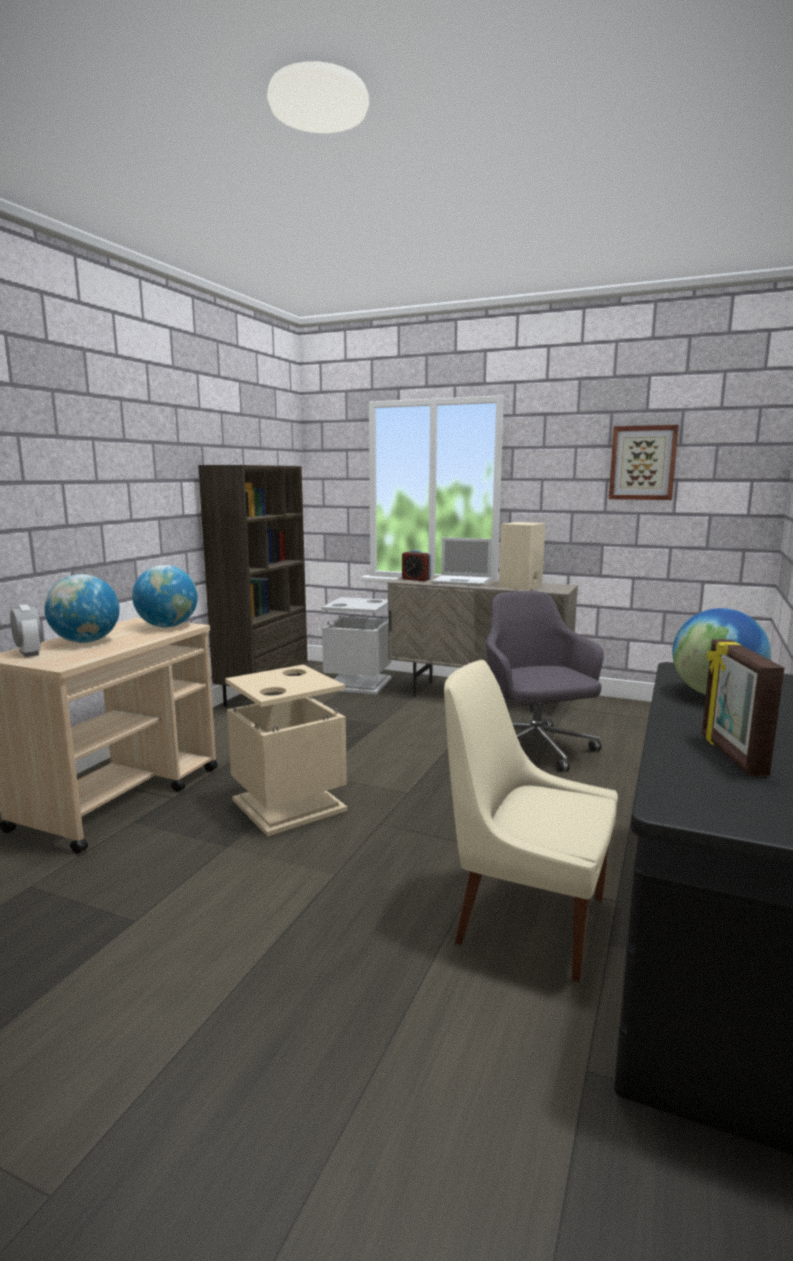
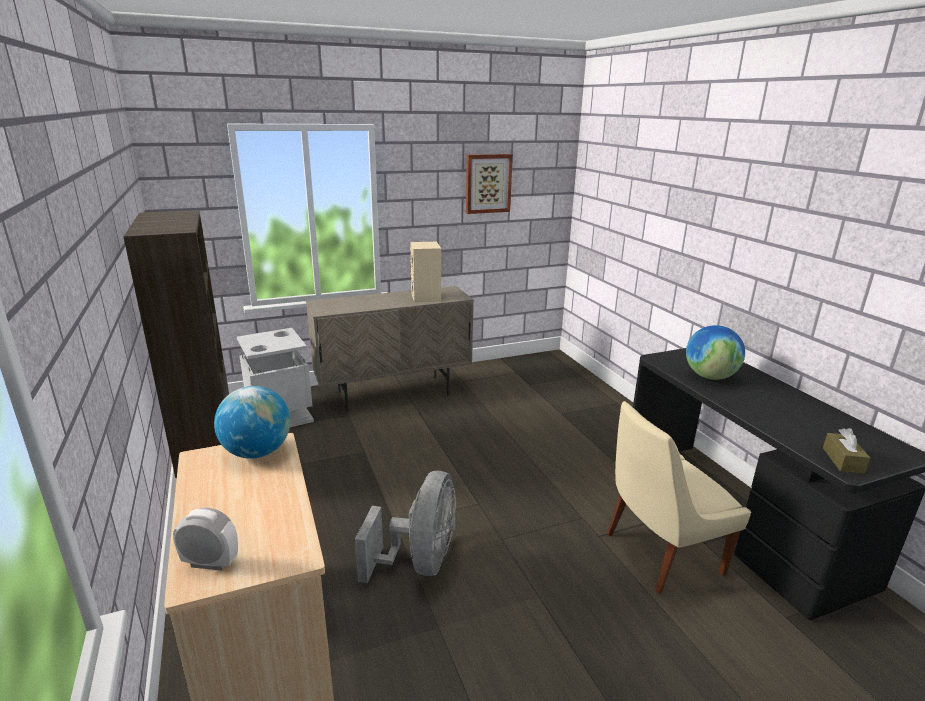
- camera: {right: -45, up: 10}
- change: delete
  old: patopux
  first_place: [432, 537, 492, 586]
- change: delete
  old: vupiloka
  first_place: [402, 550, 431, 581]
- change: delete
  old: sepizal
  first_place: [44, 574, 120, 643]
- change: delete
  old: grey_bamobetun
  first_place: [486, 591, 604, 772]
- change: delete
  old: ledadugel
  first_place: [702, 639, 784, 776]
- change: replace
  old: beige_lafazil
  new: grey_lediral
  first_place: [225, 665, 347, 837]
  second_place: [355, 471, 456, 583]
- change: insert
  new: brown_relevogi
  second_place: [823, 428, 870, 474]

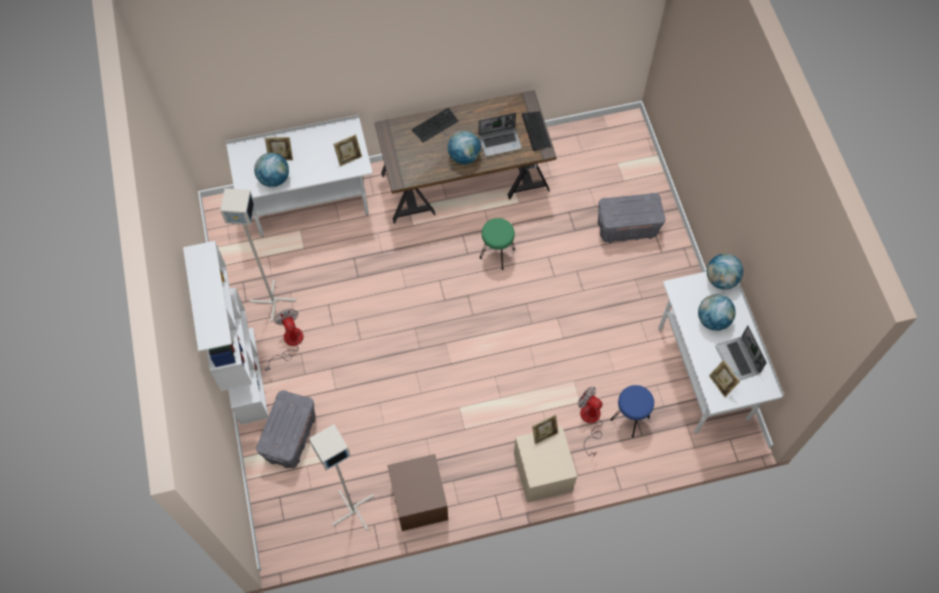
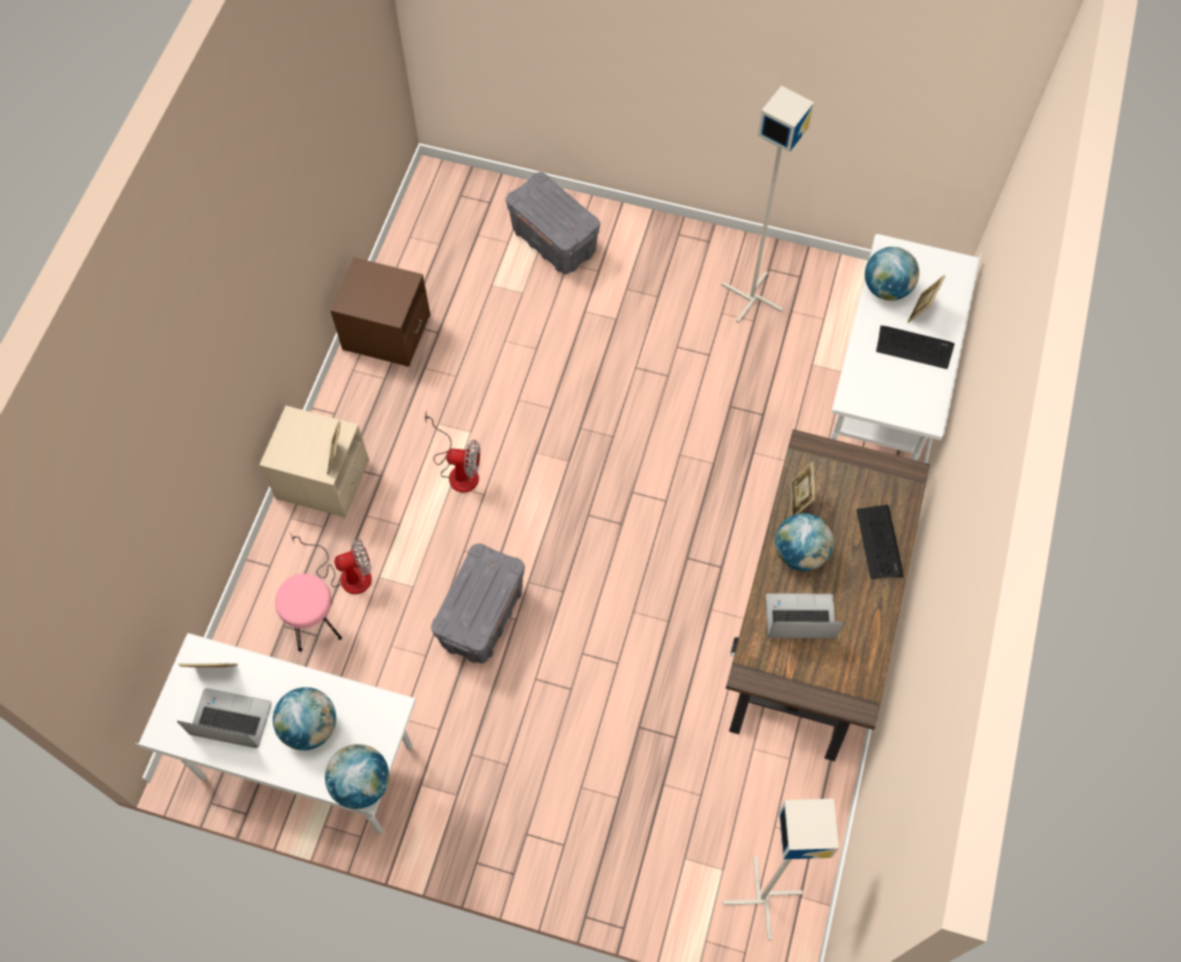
- camera: {right: 120, up: 0}
- change: move
  old: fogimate
  first_place: [522, 111, 551, 151]
  second_place: [876, 326, 955, 369]
- change: rotate
  old: patopux
  first_place: [478, 113, 522, 157]
  second_place: [766, 593, 843, 638]
  degrees: 75
- change: move
  old: ledadugel
  first_place: [333, 134, 362, 167]
  second_place: [790, 462, 815, 515]
- change: move
  old: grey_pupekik
  first_place: [598, 193, 665, 243]
  second_place: [431, 543, 525, 663]
- change: delete
  old: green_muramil
  first_place: [479, 218, 515, 270]
- change: delete
  old: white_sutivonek
  first_place: [183, 241, 268, 425]
- change: move
  old: lediral
  first_place: [264, 309, 303, 371]
  second_place: [425, 412, 480, 493]
- change: recolor
  old: blue_muramil
  new: pink_muramil
  first_place: [610, 385, 654, 437]
  second_place: [275, 574, 342, 652]
- change: move
  old: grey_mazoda
  first_place: [309, 424, 374, 530]
  second_place: [722, 799, 839, 940]

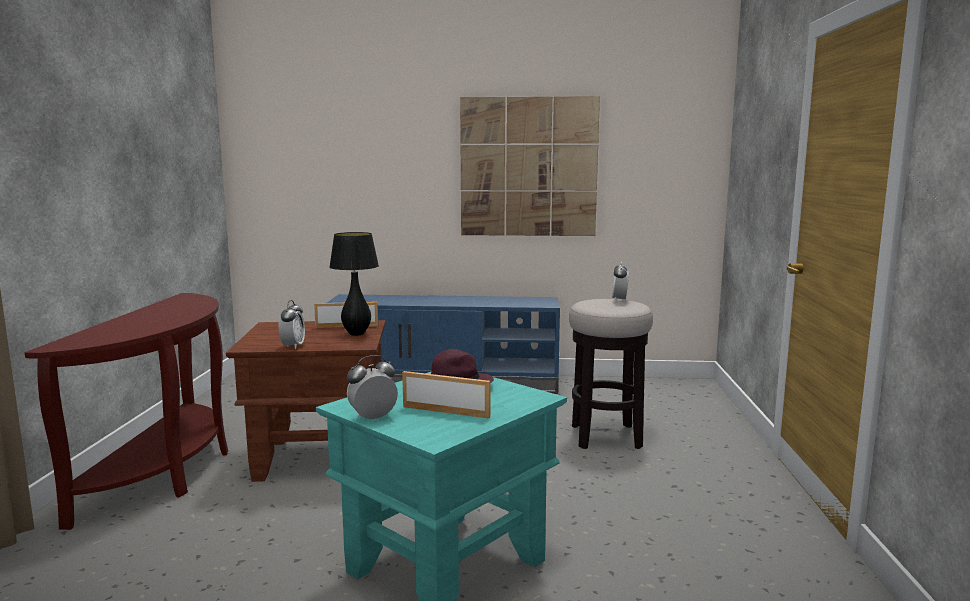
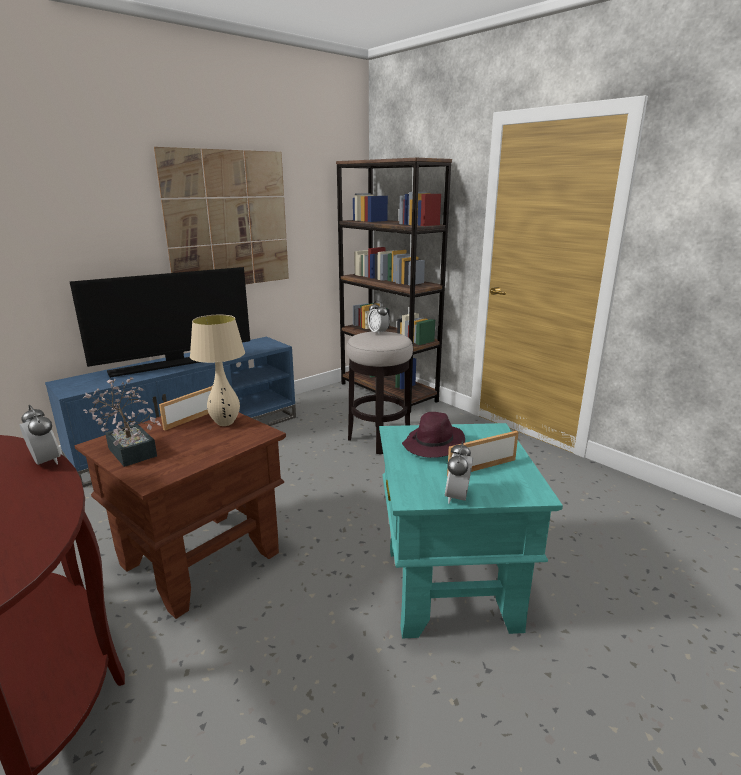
- camera: {right: -45, up: 10}
- change: recolor
  old: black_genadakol
  new: beige_genadakol
  first_place: [329, 232, 379, 336]
  second_place: [190, 315, 245, 426]
- change: move
  old: vupiloka
  first_place: [278, 300, 305, 349]
  second_place: [20, 405, 61, 465]
- change: insert
  new: brown_sutivonek
  second_place: [336, 158, 452, 413]
- change: insert
  new: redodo
  second_place: [70, 267, 250, 378]
- change: insert
  new: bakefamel
  second_place: [82, 377, 161, 467]

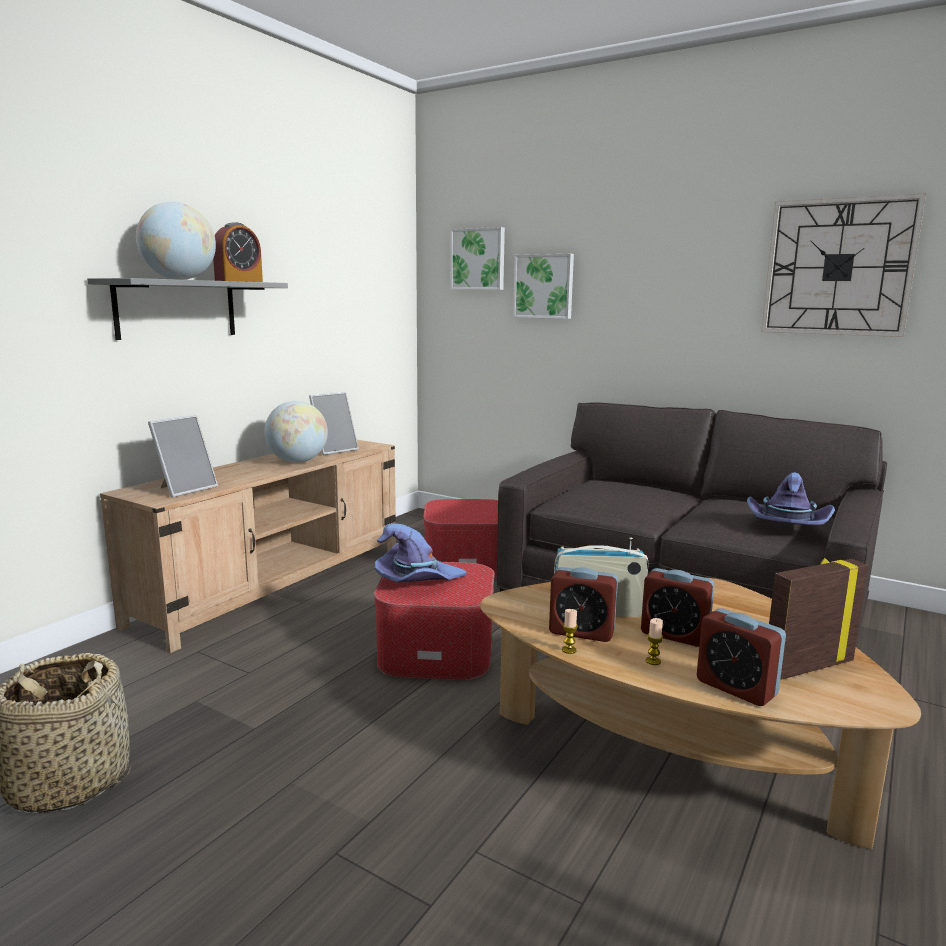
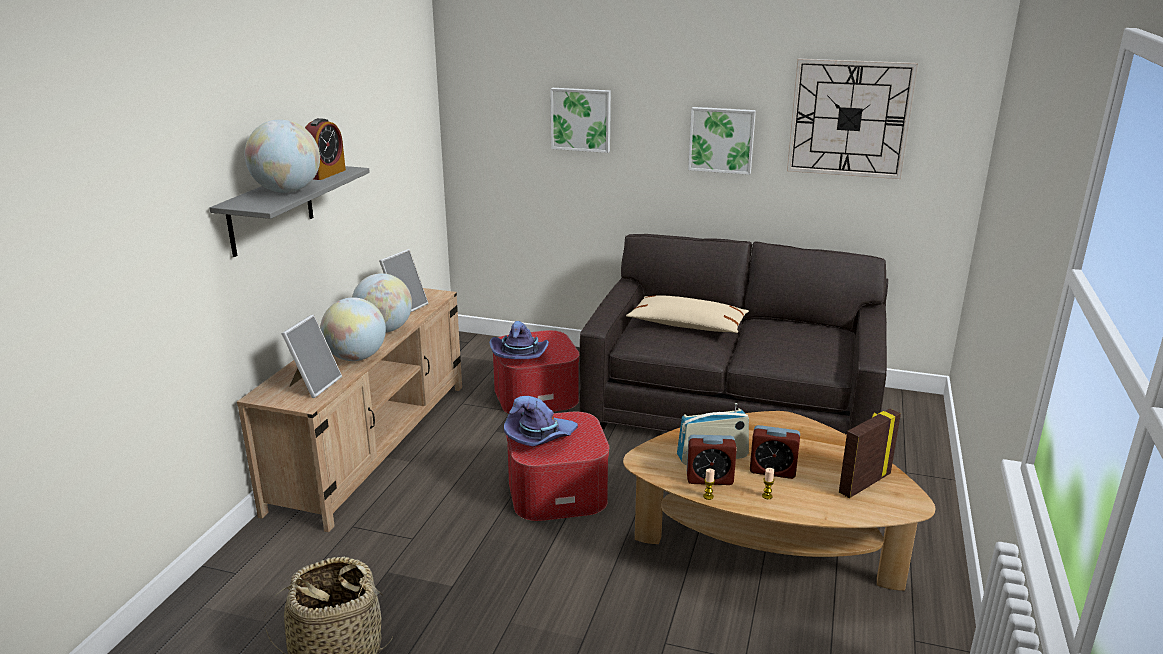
- camera: {right: -15, up: 10}
- change: move
  old: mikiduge
  first_place: [450, 227, 505, 290]
  second_place: [688, 107, 756, 175]
- change: move
  old: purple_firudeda
  first_place: [747, 472, 835, 525]
  second_place: [489, 321, 549, 359]
- change: delete
  old: vupiloka
  first_place: [697, 608, 786, 706]
- change: insert
  new: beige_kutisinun
  second_place: [626, 295, 749, 333]
- change: insert
  new: sepizal
  second_place: [320, 297, 386, 361]

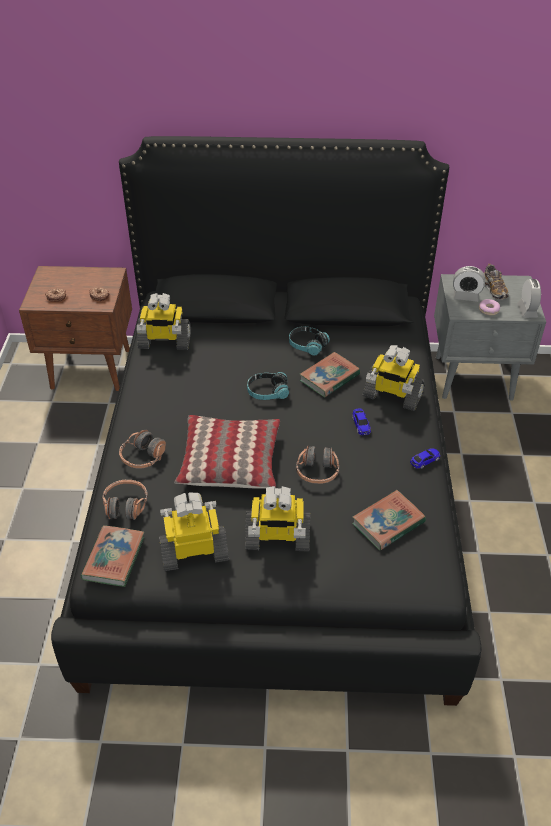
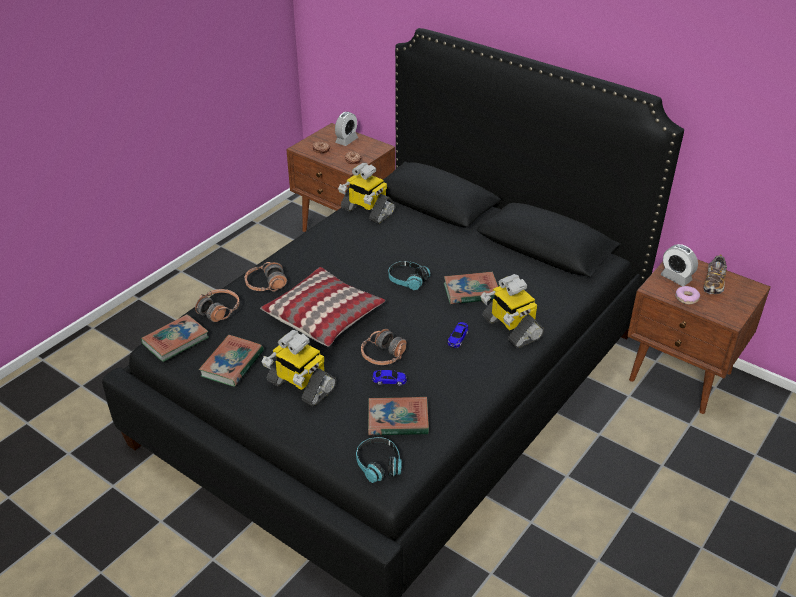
- camera: {right: 35, up: -5}
- change: recolor
  old: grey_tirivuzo
  new: brown_tirivuzo
  first_place: [434, 274, 546, 401]
  second_place: [627, 260, 771, 414]
- change: move
  old: vupiloka
  first_place: [517, 279, 541, 318]
  second_place: [335, 112, 358, 146]
- change: move
  old: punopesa
  first_place: [289, 326, 330, 355]
  second_place: [356, 437, 402, 483]
- change: move
  old: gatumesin
  first_place: [410, 448, 440, 469]
  second_place: [372, 370, 407, 386]
- change: replace
  old: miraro
  new: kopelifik
  first_place: [159, 493, 229, 571]
  second_place: [199, 335, 264, 387]

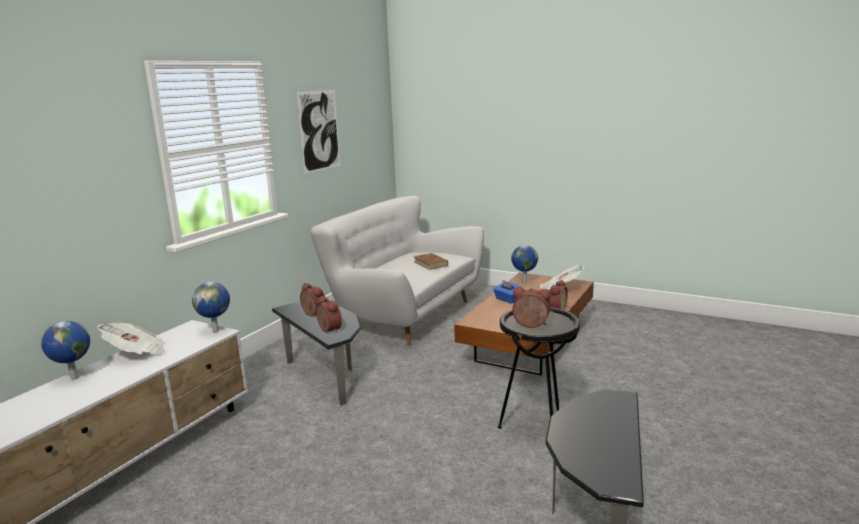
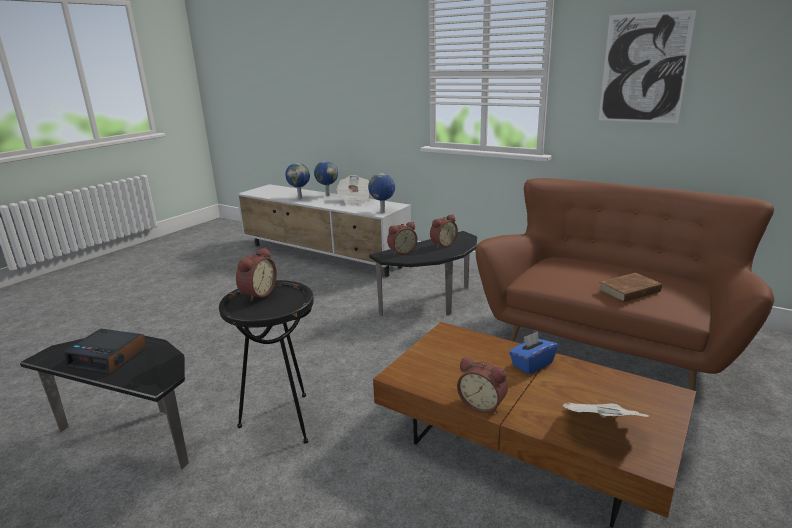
- camera: {right: 95, up: 5}
- change: recolor
  old: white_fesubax
  new: brown_fesubax
  first_place: [311, 196, 484, 346]
  second_place: [475, 178, 774, 391]
- change: move
  old: sepizal
  first_place: [511, 245, 538, 283]
  second_place: [285, 163, 310, 199]
- change: insert
  new: vupiloka
  second_place: [64, 329, 147, 375]

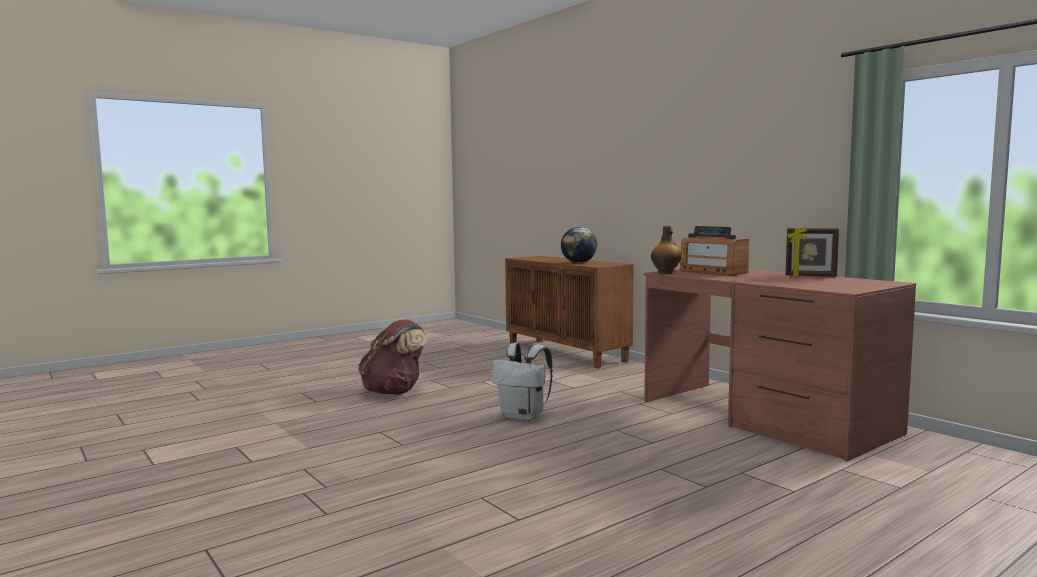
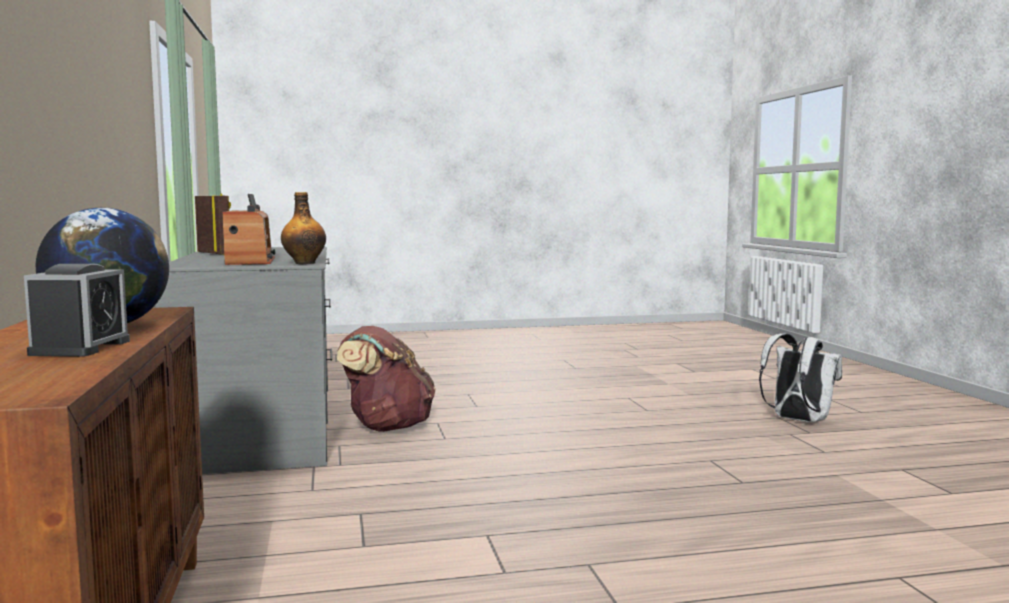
- camera: {right: -155, up: 0}
- change: recolor
  old: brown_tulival
  new: grey_tulival
  first_place: [643, 269, 916, 462]
  second_place: [155, 247, 332, 474]
- change: move
  old: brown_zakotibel
  first_place: [358, 320, 427, 395]
  second_place: [337, 326, 436, 432]
- change: move
  old: white_zakotibel
  first_place: [491, 343, 553, 421]
  second_place: [759, 333, 842, 422]
- change: insert
  new: vupiloka
  second_place: [24, 264, 130, 356]

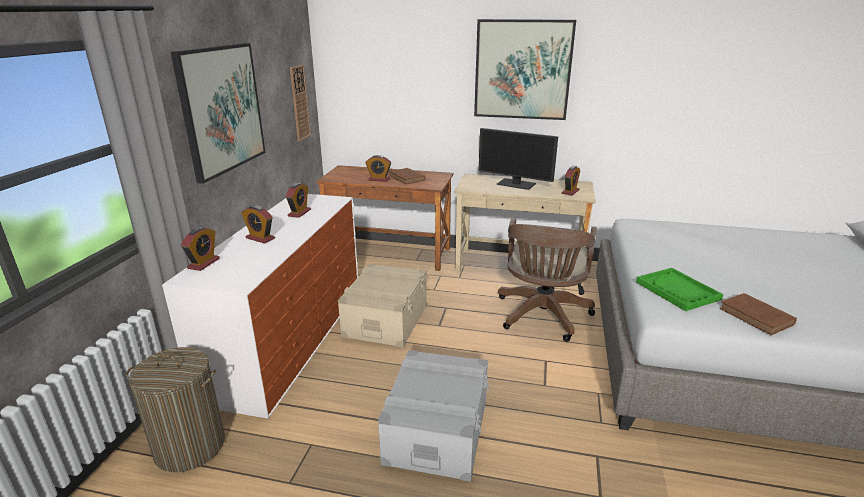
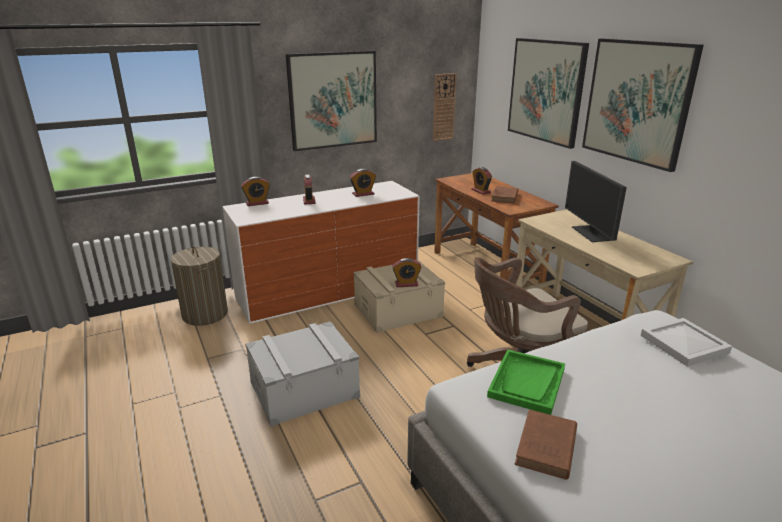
- camera: {right: 50, up: 0}
- change: move
  old: vupiloka
  first_place: [562, 166, 580, 196]
  second_place: [392, 258, 422, 287]
- change: insert
  new: mikiduge
  second_place: [508, 38, 589, 149]
- change: insert
  new: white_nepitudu
  second_place: [641, 318, 732, 366]

